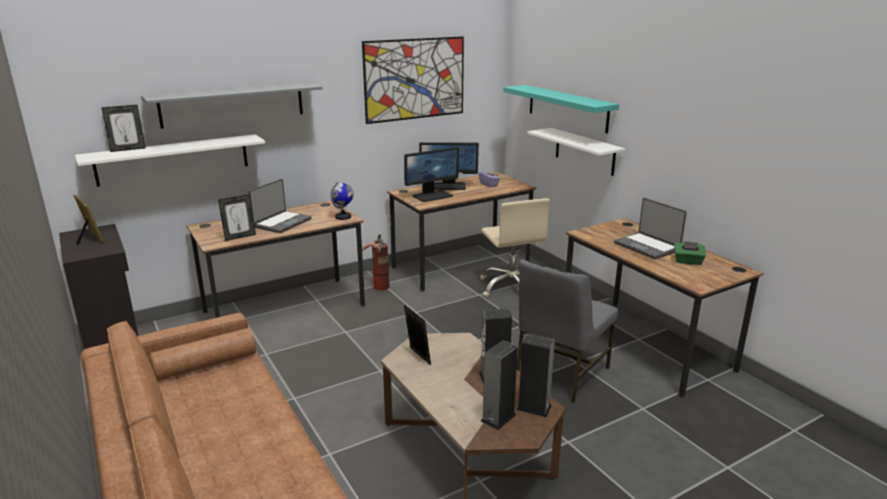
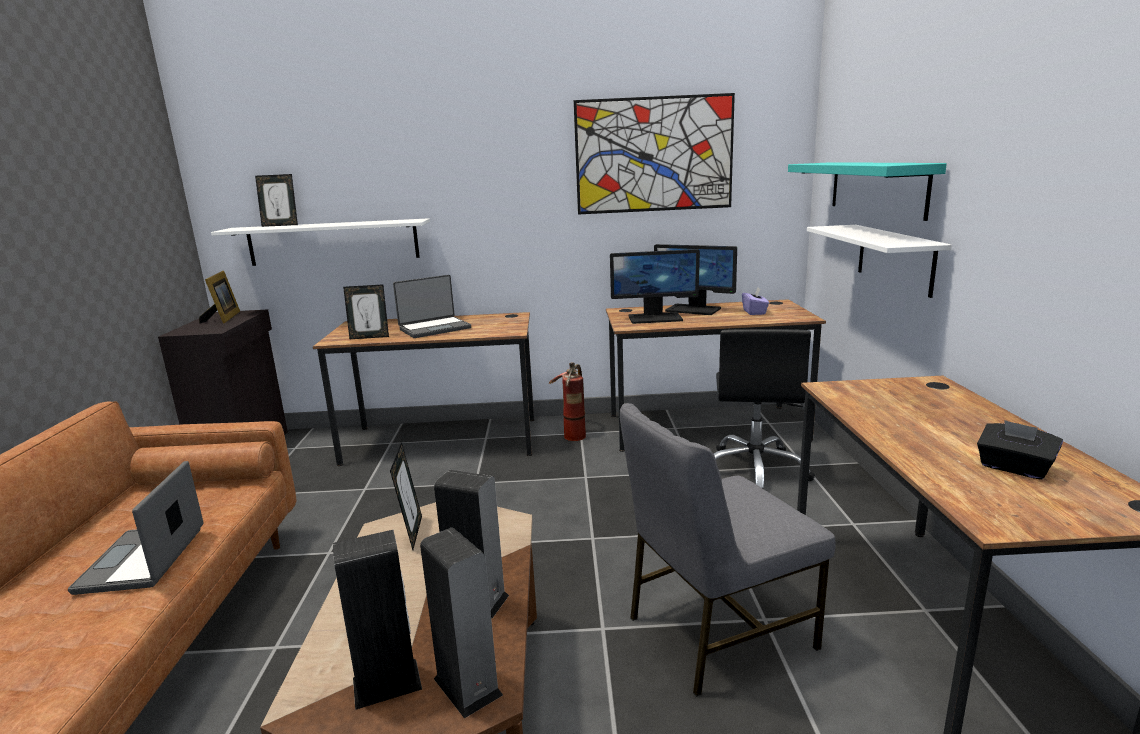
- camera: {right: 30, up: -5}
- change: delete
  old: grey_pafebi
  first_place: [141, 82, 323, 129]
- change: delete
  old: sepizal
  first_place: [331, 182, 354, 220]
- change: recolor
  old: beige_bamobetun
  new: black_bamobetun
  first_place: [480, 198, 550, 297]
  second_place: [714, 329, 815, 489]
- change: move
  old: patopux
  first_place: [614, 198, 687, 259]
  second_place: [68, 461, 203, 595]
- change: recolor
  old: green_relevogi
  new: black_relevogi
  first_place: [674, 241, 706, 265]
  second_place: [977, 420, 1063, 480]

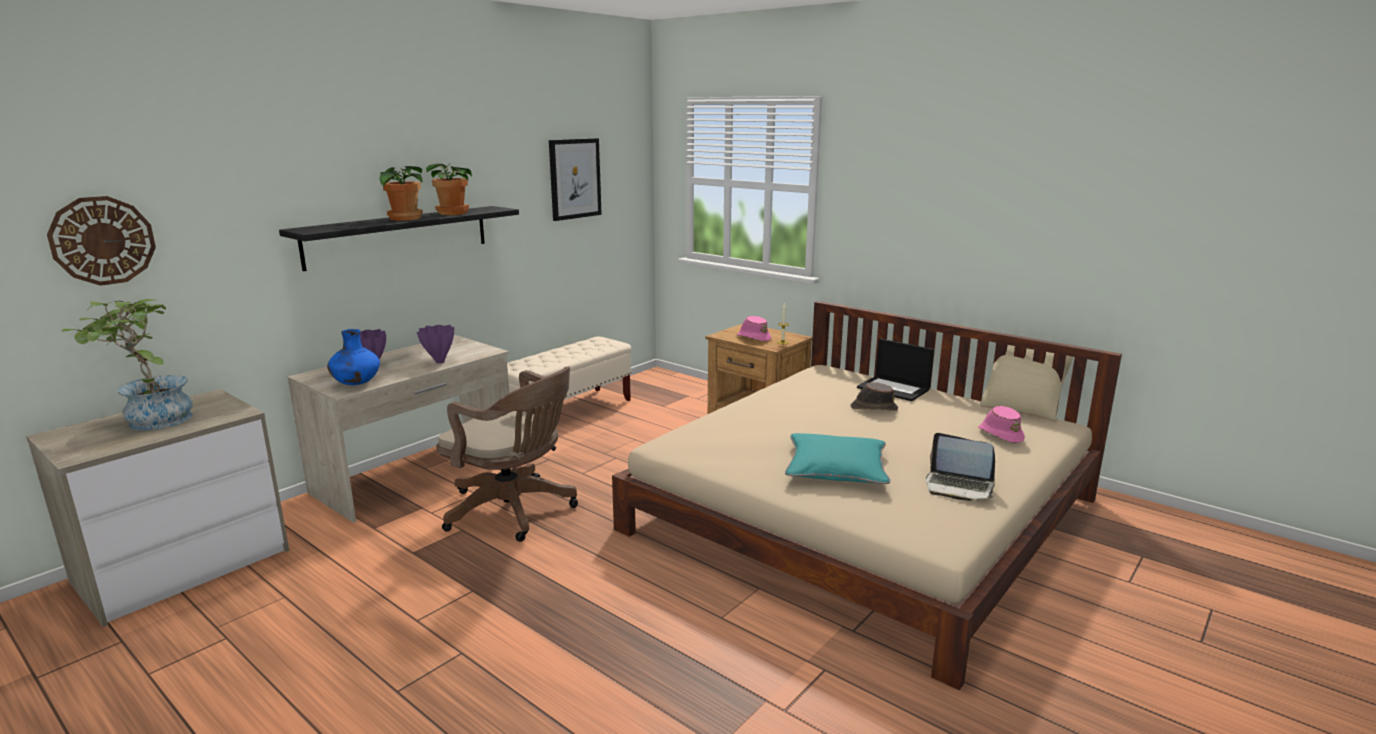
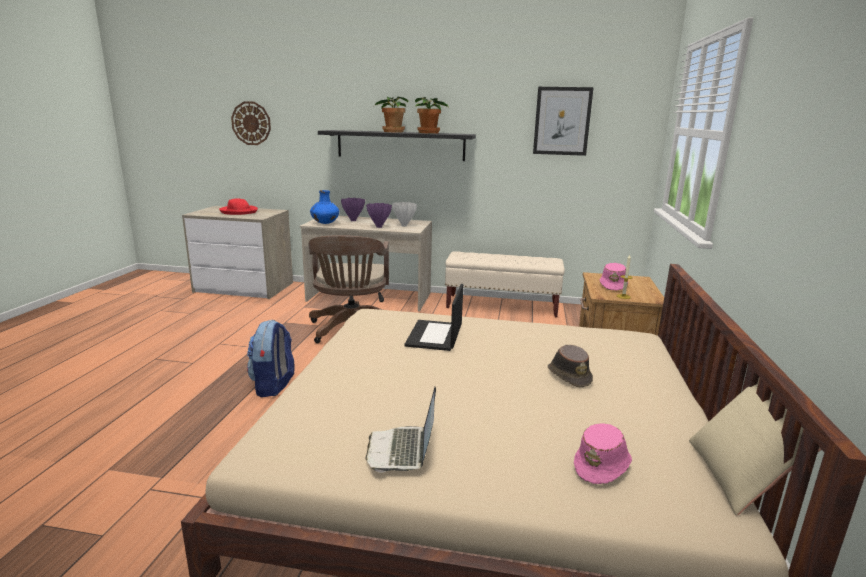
- camera: {right: 60, up: 0}
- change: replace
  old: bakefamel
  new: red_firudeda
  first_place: [61, 299, 193, 431]
  second_place: [219, 199, 258, 215]
- change: move
  old: patopux
  first_place: [857, 338, 934, 401]
  second_place: [404, 284, 463, 351]
- change: delete
  old: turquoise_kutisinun
  first_place: [785, 433, 890, 484]
- change: insert
  new: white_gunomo
  second_place: [392, 202, 417, 227]
- change: insert
  new: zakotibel
  second_place: [247, 320, 295, 397]

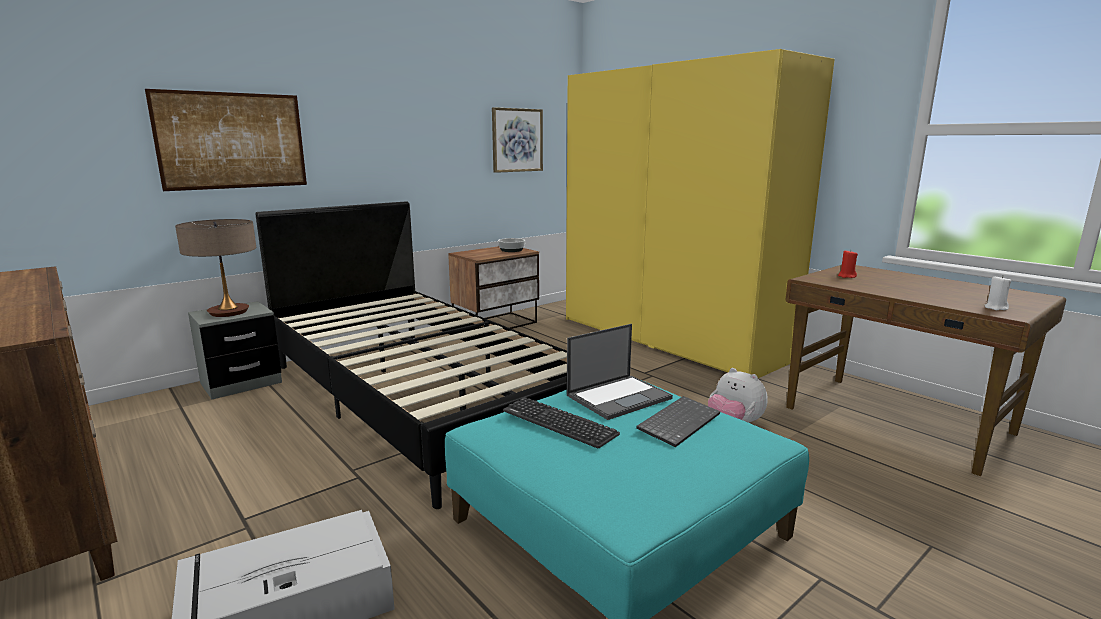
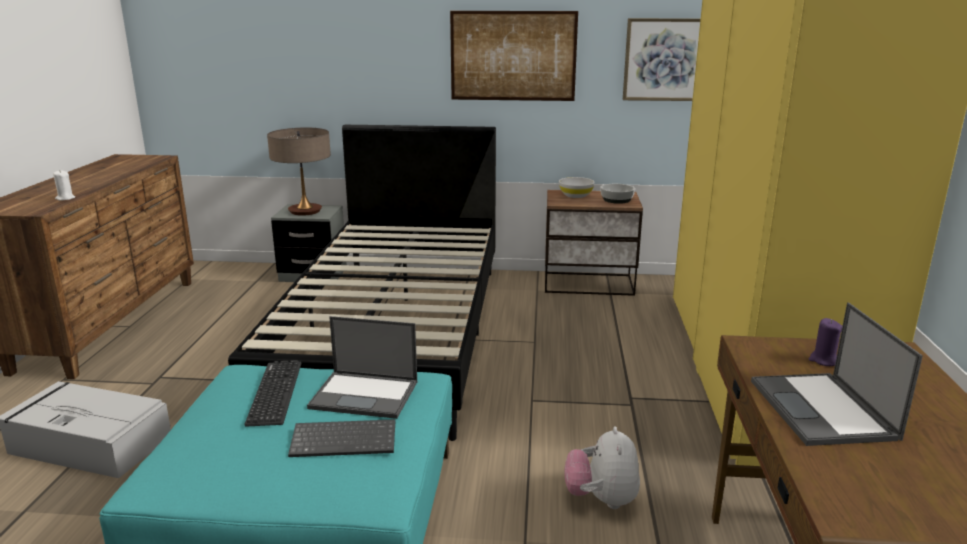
- camera: {right: 45, up: 5}
- change: move
  old: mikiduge
  first_place: [145, 89, 307, 191]
  second_place: [450, 11, 578, 101]
- change: recolor
  old: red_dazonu
  new: purple_dazonu
  first_place: [838, 251, 858, 278]
  second_place: [809, 318, 842, 366]
- change: move
  old: white_dazonu
  first_place: [985, 275, 1011, 310]
  second_place: [53, 170, 75, 201]
- change: insert
  new: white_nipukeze
  second_place: [559, 177, 595, 198]
- change: insert
  new: patopux
  second_place: [751, 302, 923, 446]

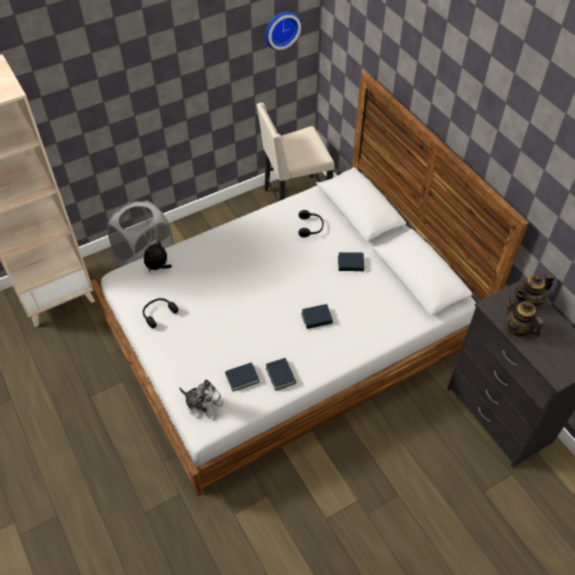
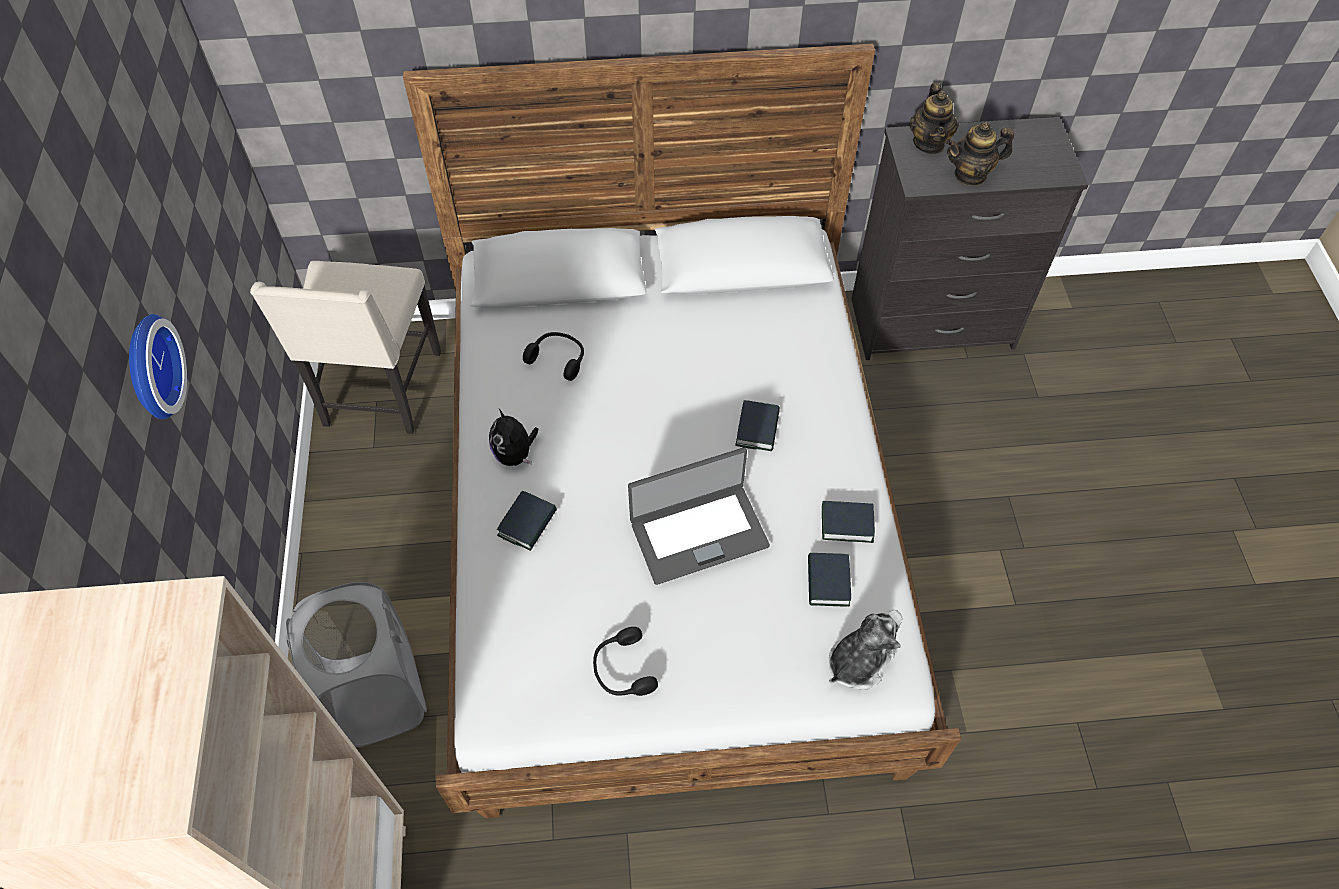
- camera: {right: -65, up: 5}
- change: move
  old: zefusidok
  first_place: [265, 11, 301, 50]
  second_place: [129, 314, 187, 419]
- change: move
  old: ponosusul
  first_place: [144, 240, 172, 272]
  second_place: [489, 409, 539, 466]
- change: move
  old: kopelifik
  first_place: [338, 252, 364, 271]
  second_place: [497, 490, 557, 551]
- change: insert
  new: patopux
  second_place: [628, 447, 770, 585]

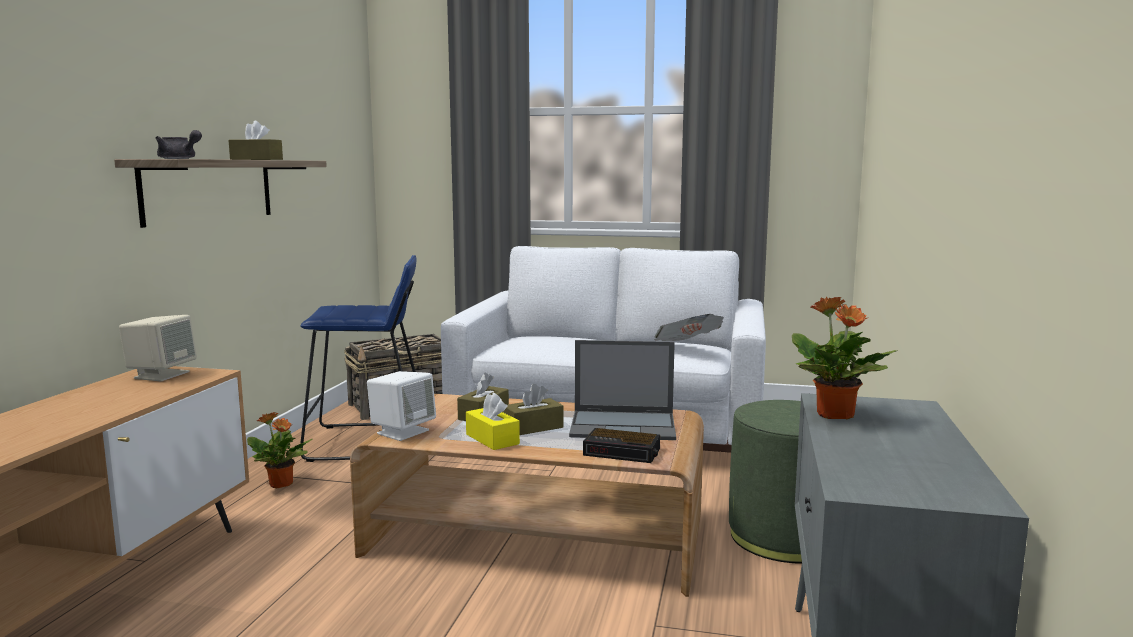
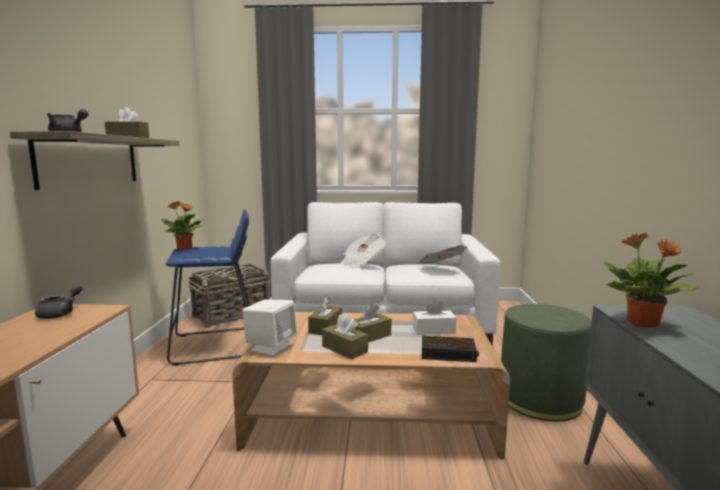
- camera: {right: -10, up: 0}
- change: replace
  old: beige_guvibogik
  new: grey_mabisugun
  first_place: [119, 315, 197, 382]
  second_place: [35, 284, 82, 319]
- change: replace
  old: patopux
  new: white_relevogi
  first_place: [569, 340, 676, 440]
  second_place: [413, 299, 457, 335]
- change: recolor
  old: yellow_relevogi
  new: brown_relevogi
  first_place: [466, 392, 520, 450]
  second_place: [322, 313, 368, 359]
- change: move
  old: bakefamel
  first_place: [247, 412, 313, 488]
  second_place: [161, 201, 205, 250]
- change: insert
  new: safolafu
  second_place: [340, 234, 386, 266]

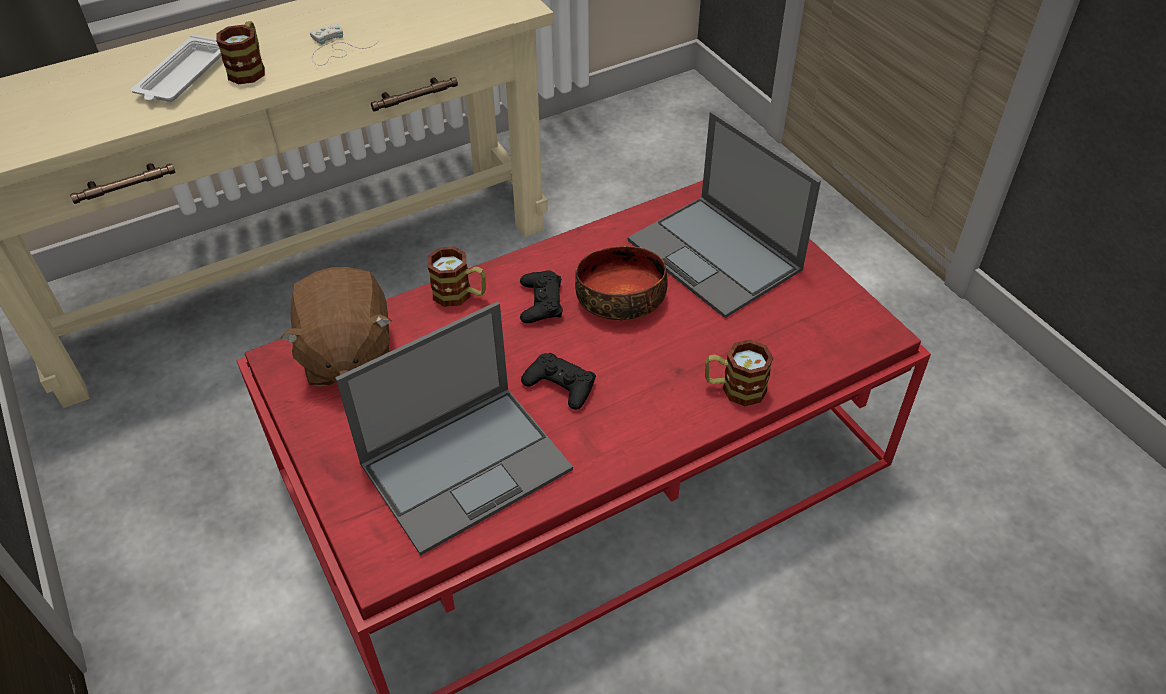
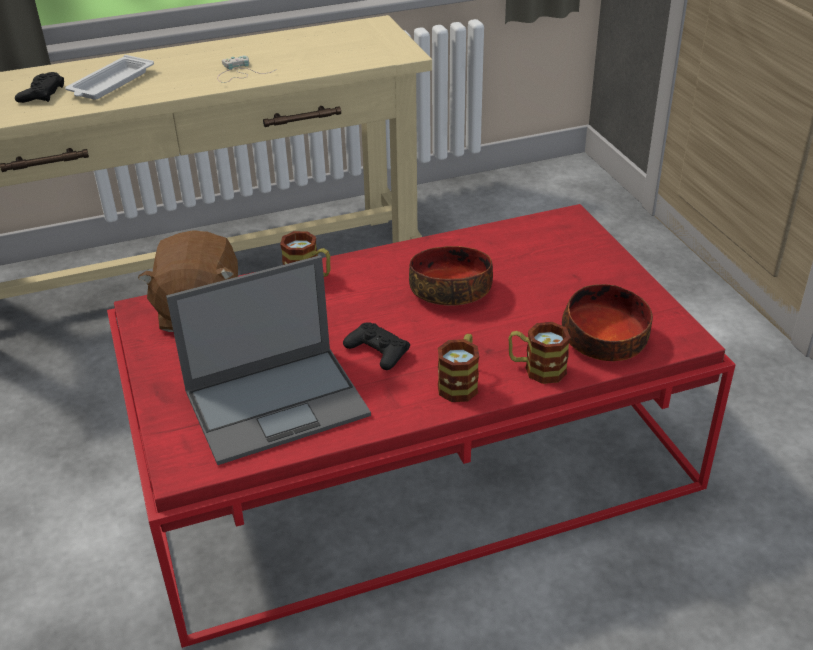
- camera: {right: 10, up: -10}
- change: move
  old: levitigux
  first_place: [216, 21, 265, 84]
  second_place: [438, 334, 479, 402]
- change: delete
  old: patopux
  first_place: [628, 111, 821, 318]
- change: move
  old: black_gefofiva
  first_place: [520, 270, 563, 323]
  second_place: [15, 72, 64, 103]
- change: insert
  new: nipukeze
  second_place: [562, 284, 653, 361]

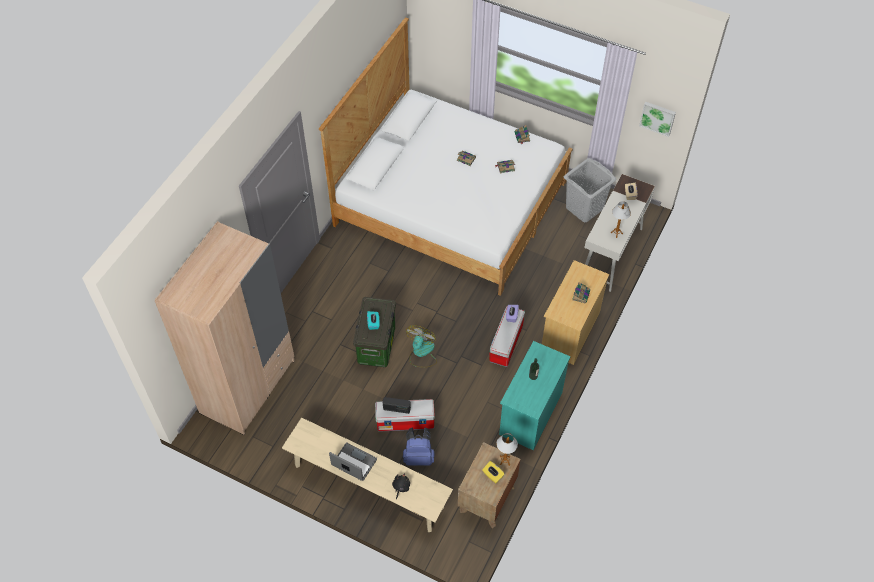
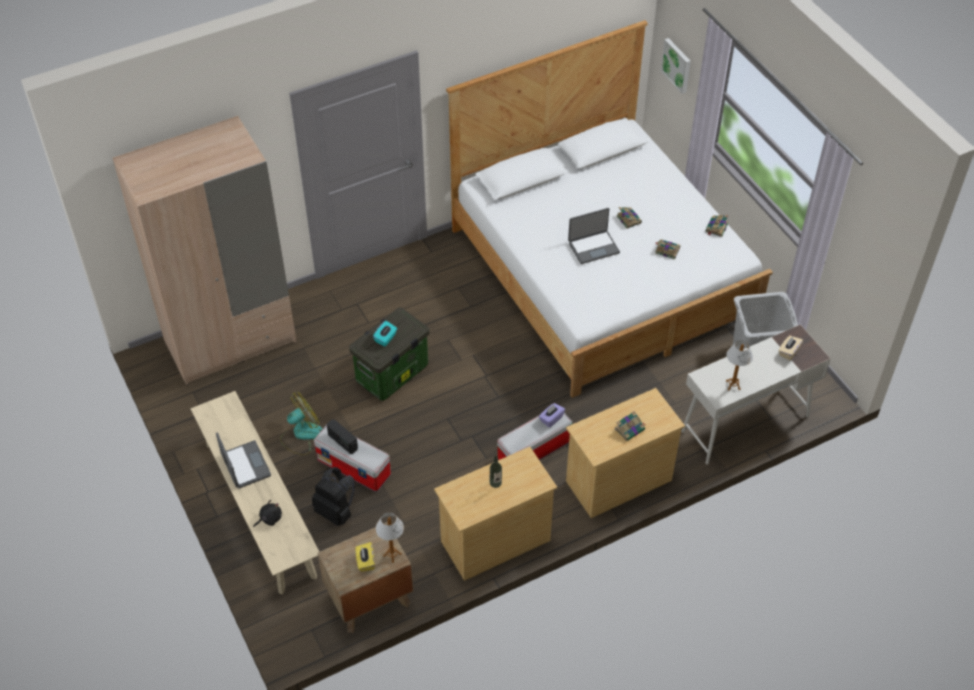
- camera: {right: 35, up: -5}
- change: move
  old: mikiduge
  first_place: [639, 102, 676, 137]
  second_place: [661, 38, 691, 94]
- change: move
  old: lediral
  first_place: [406, 325, 437, 368]
  second_place: [280, 392, 323, 455]
- change: recolor
  old: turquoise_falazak
  new: beige_falazak
  first_place: [499, 341, 571, 450]
  second_place: [434, 447, 557, 581]
- change: recolor
  old: blue_zakotibel
  new: black_zakotibel
  first_place: [403, 428, 435, 466]
  second_place: [312, 467, 354, 526]
- change: insert
  new: patopux
  second_place: [568, 208, 620, 264]

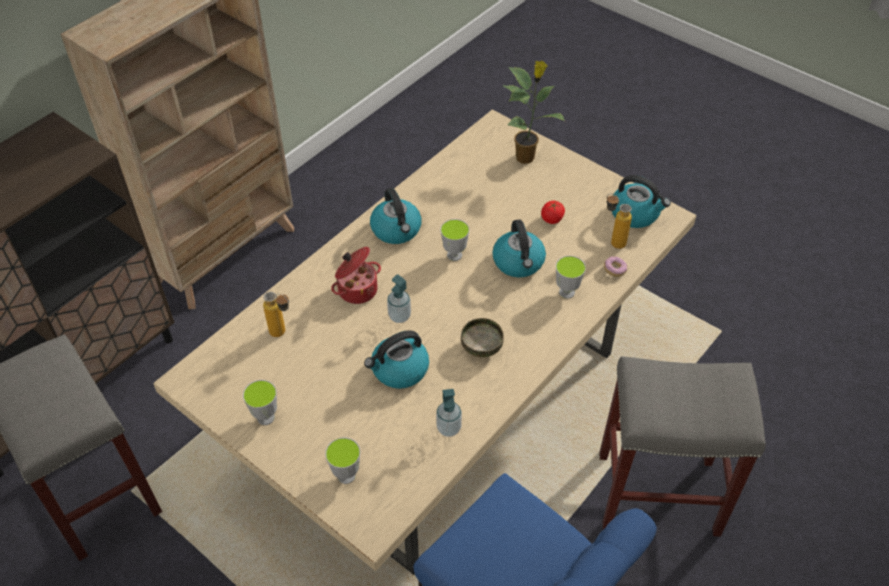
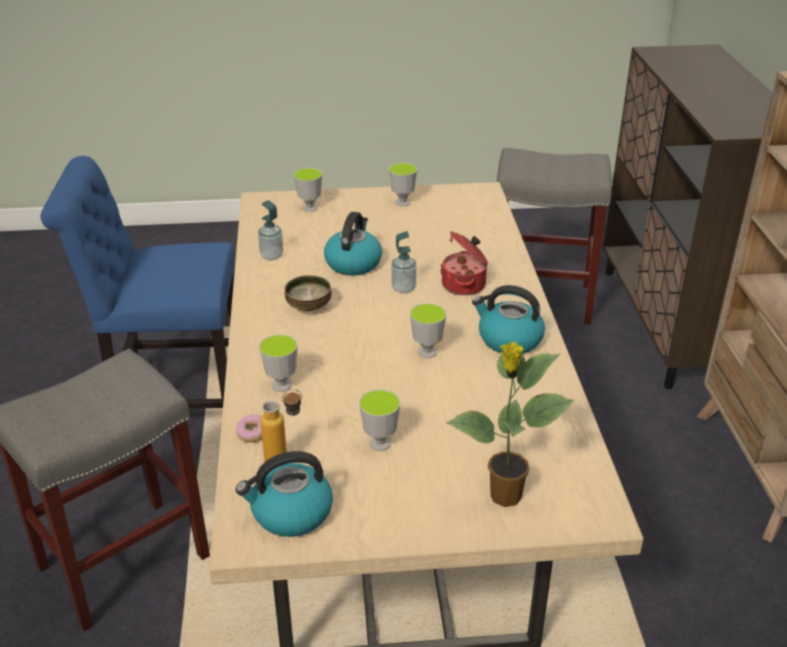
- camera: {right: 135, up: -15}
- change: replace
  old: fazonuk
  new: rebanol
  first_place: [541, 201, 565, 224]
  second_place: [359, 389, 401, 451]
- change: delete
  old: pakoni
  first_place: [492, 219, 546, 278]
- change: delete
  old: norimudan
  first_place: [263, 292, 289, 337]

